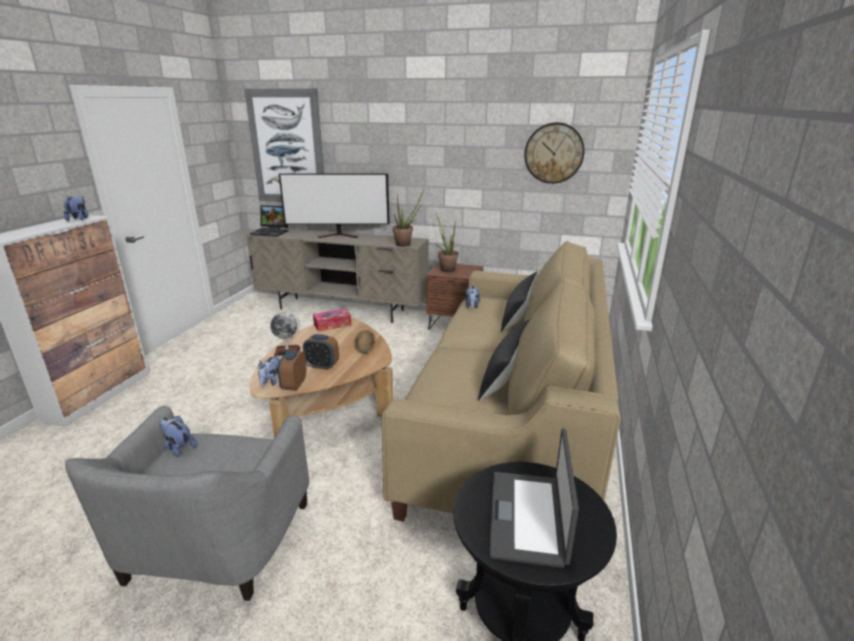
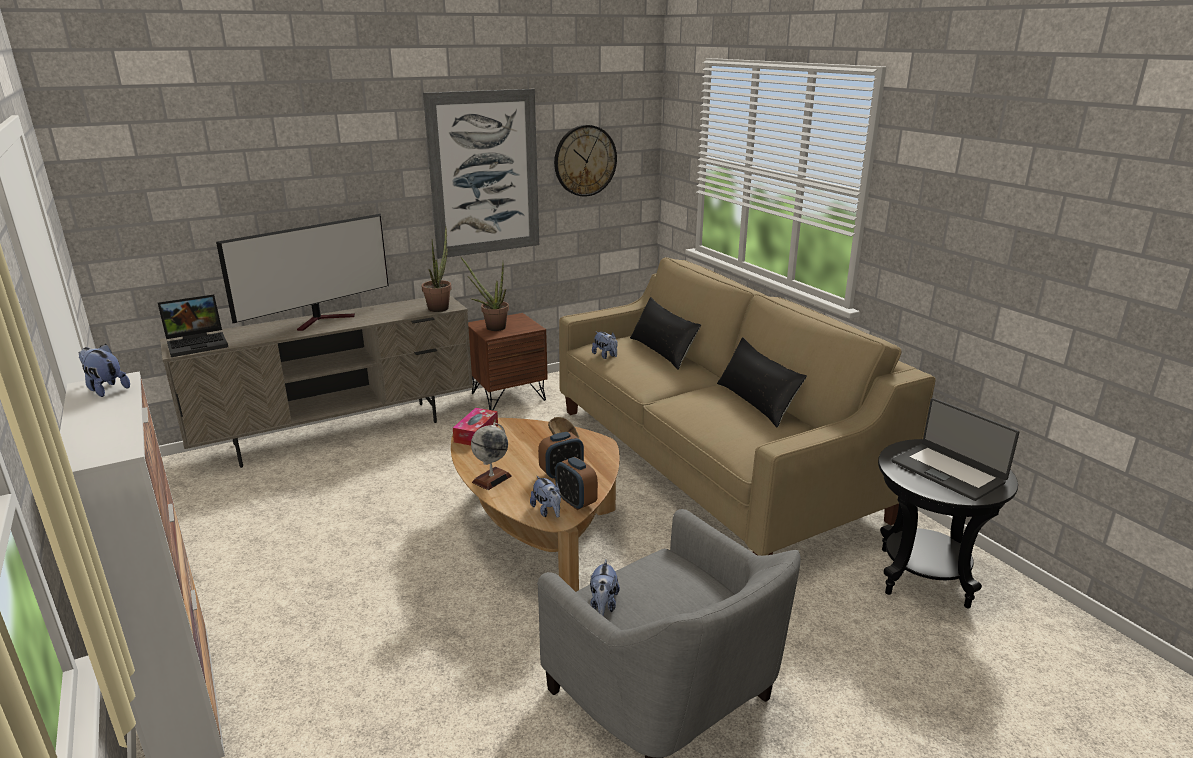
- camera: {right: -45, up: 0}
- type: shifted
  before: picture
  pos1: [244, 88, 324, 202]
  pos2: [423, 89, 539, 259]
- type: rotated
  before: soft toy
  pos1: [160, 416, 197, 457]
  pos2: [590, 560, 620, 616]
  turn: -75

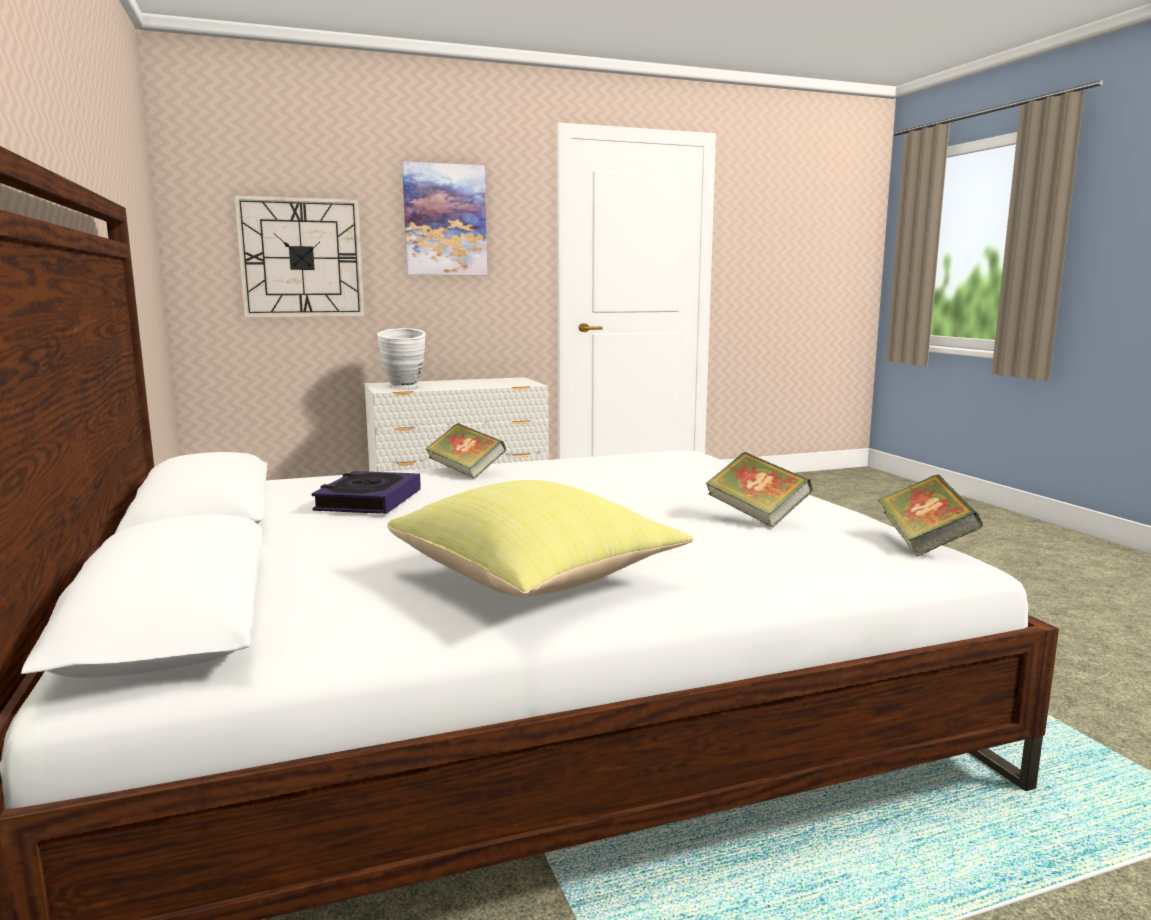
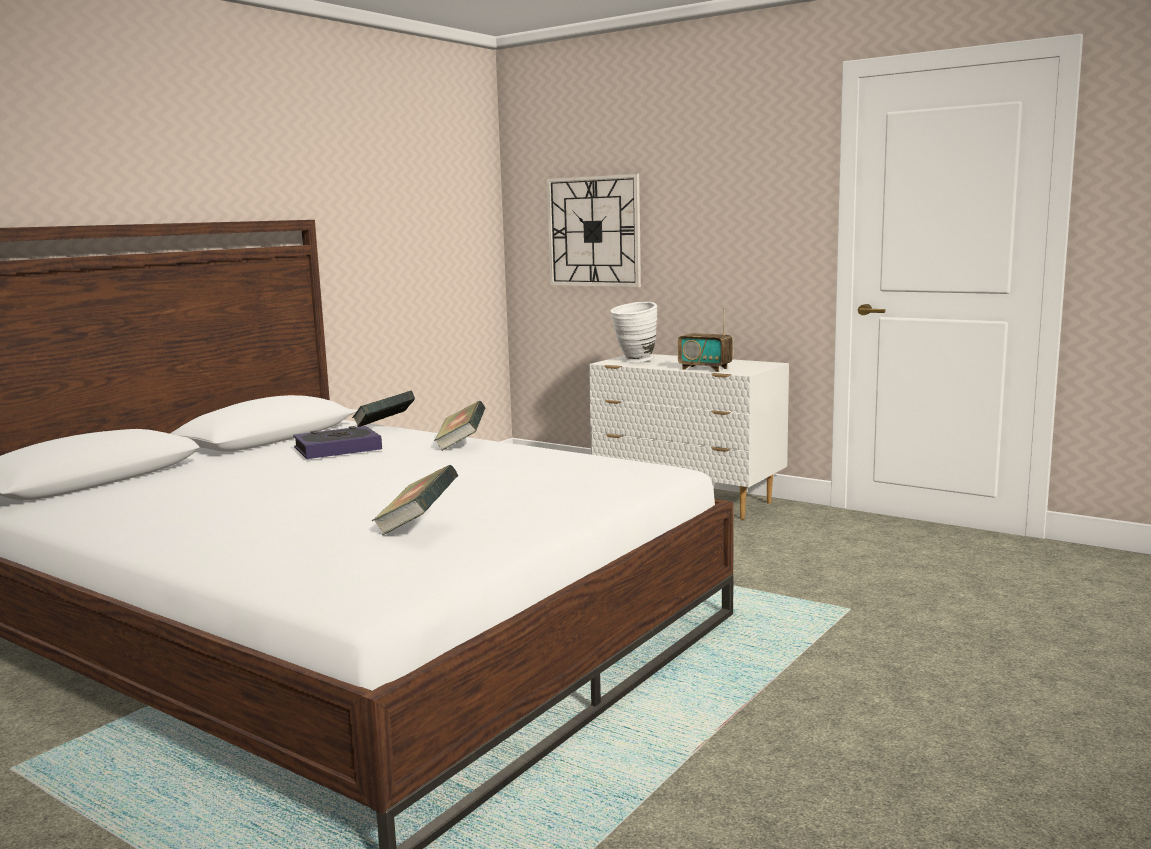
- camera: {right: 55, up: 0}
- type: shifted
  before: bound book
  pos1: [878, 475, 983, 556]
  pos2: [352, 390, 415, 427]
- type: new
  after: radio receiver
  pos2: [678, 307, 733, 372]
- type: gone
  before: yellowish throw pillow
  pos1: [387, 480, 694, 596]
- type: gone
  before: picture
  pos1: [402, 161, 487, 275]

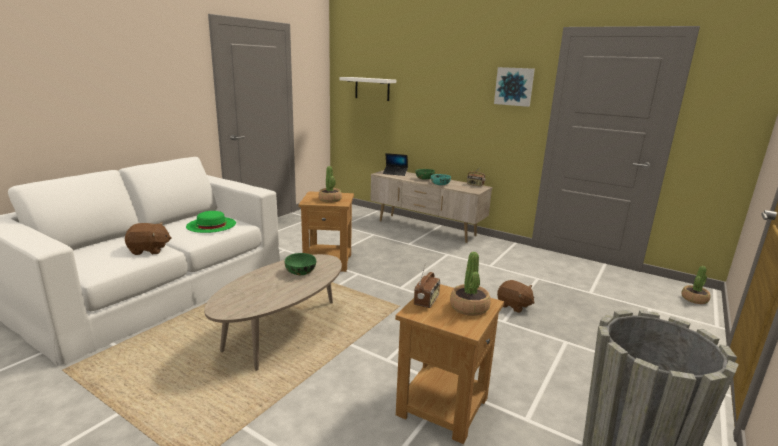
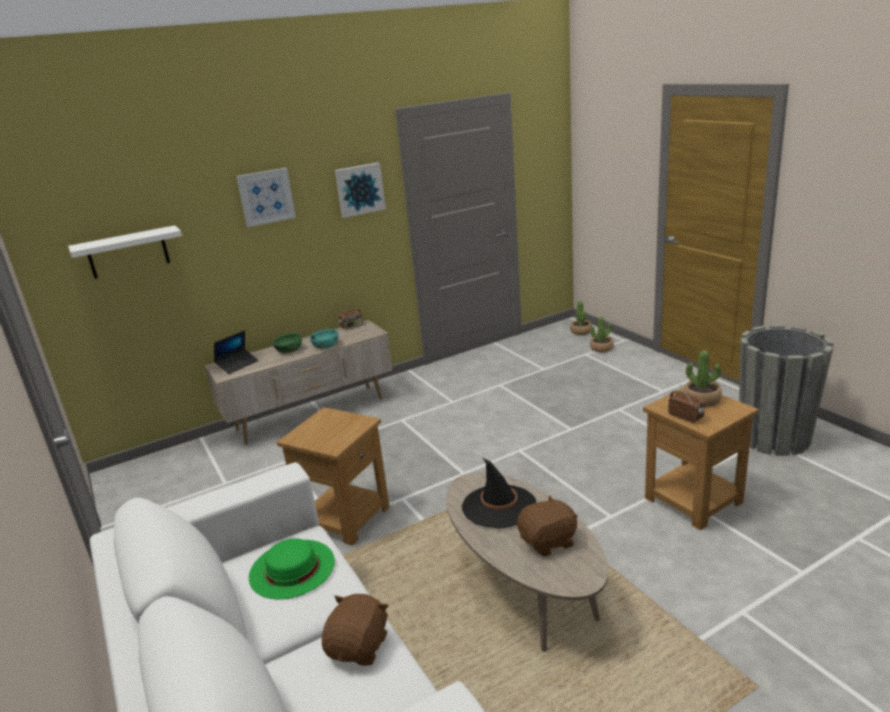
- camera: {right: -60, up: 5}
- type: new
  after: picture
  pos2: [236, 168, 296, 227]
- type: swapped
  before: greenish deep dish
  after: black-coloured hat
  pos1: [285, 253, 316, 275]
  pos2: [462, 457, 537, 528]
- type: shifted
  before: brownish soft toy
  pos1: [497, 280, 535, 313]
  pos2: [517, 495, 577, 556]
- type: shifted
  before: plant in a pot
  pos1: [319, 166, 342, 203]
  pos2: [590, 316, 614, 352]

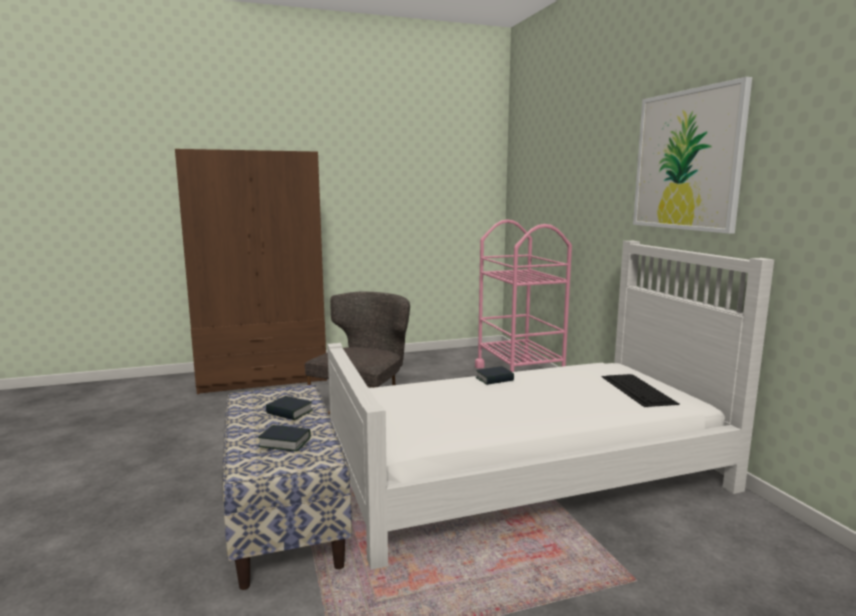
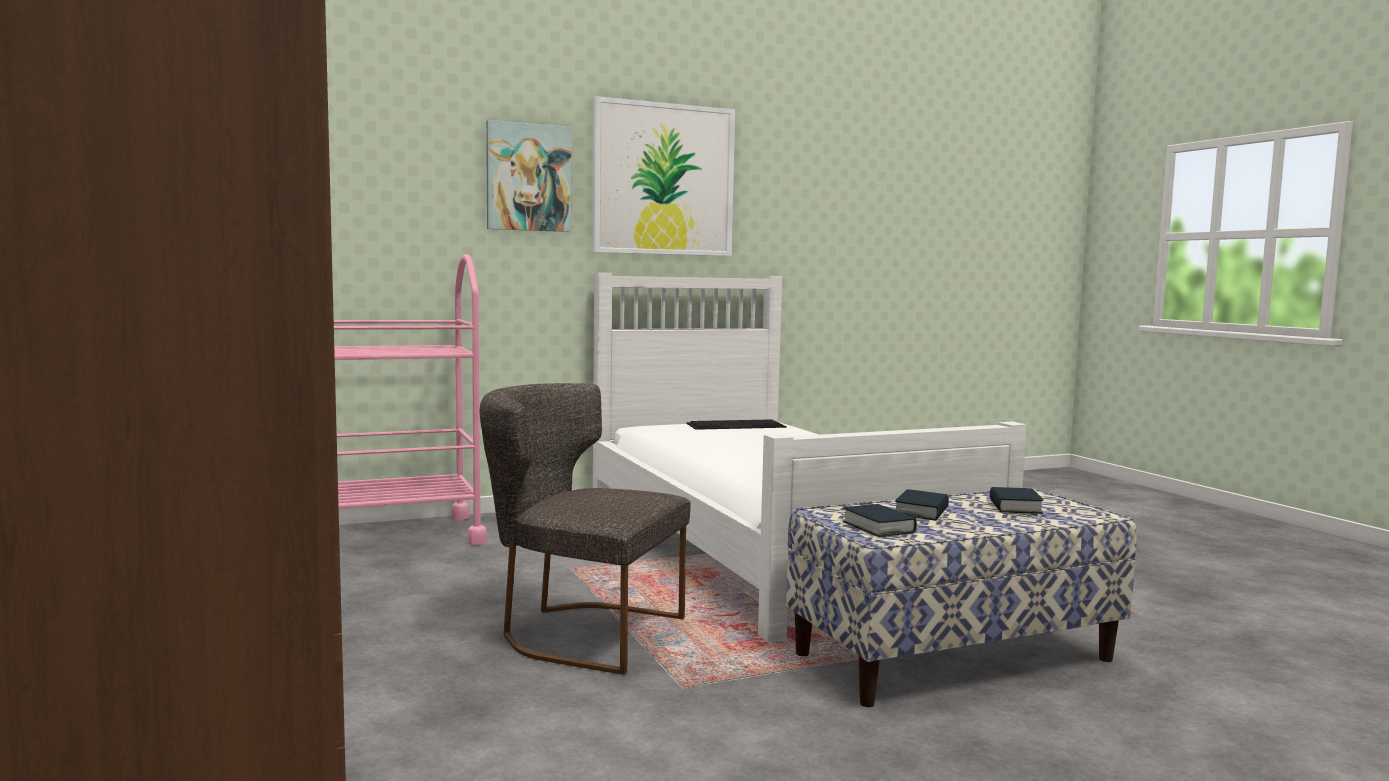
- camera: {right: -95, up: -5}
- type: new
  after: picture
  pos2: [486, 120, 571, 232]
- type: shifted
  before: bound book
  pos1: [476, 366, 514, 385]
  pos2: [843, 504, 917, 537]

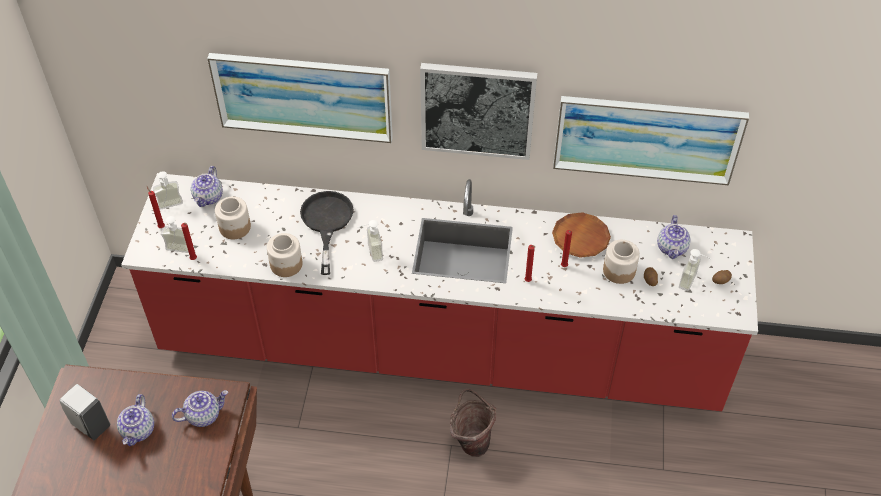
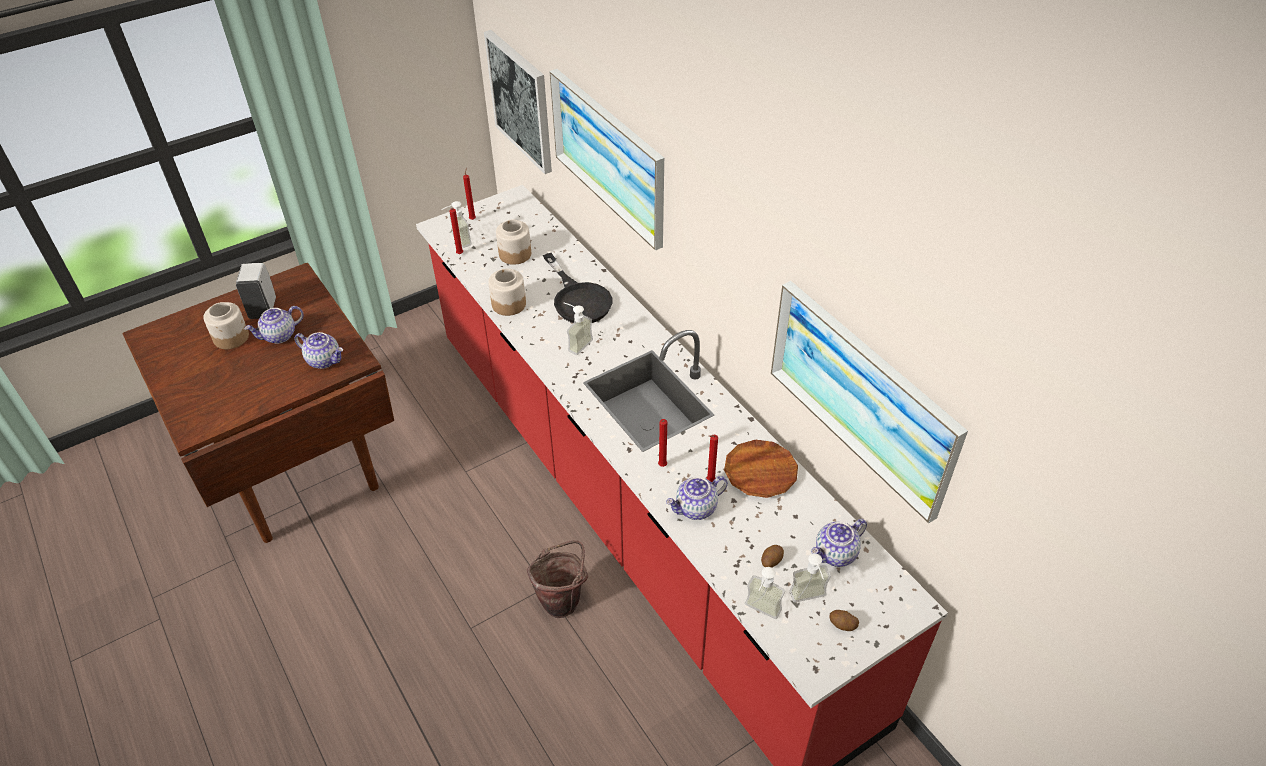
- camera: {right: 50, up: -5}
- type: shifted
  before: jar
  pos1: [603, 240, 640, 284]
  pos2: [203, 302, 249, 349]
- type: shifted
  before: picture
  pos1: [420, 63, 537, 160]
  pos2: [484, 30, 552, 174]
- type: rotated
  before: black-coloured pan
  pos1: [300, 191, 354, 275]
  pos2: [543, 253, 612, 323]
  turn: 105
- type: shifted
  before: teapot
  pos1: [191, 166, 223, 207]
  pos2: [666, 476, 728, 520]
- type: shifted
  before: soap dispenser
  pos1: [153, 171, 183, 210]
  pos2: [745, 567, 785, 619]

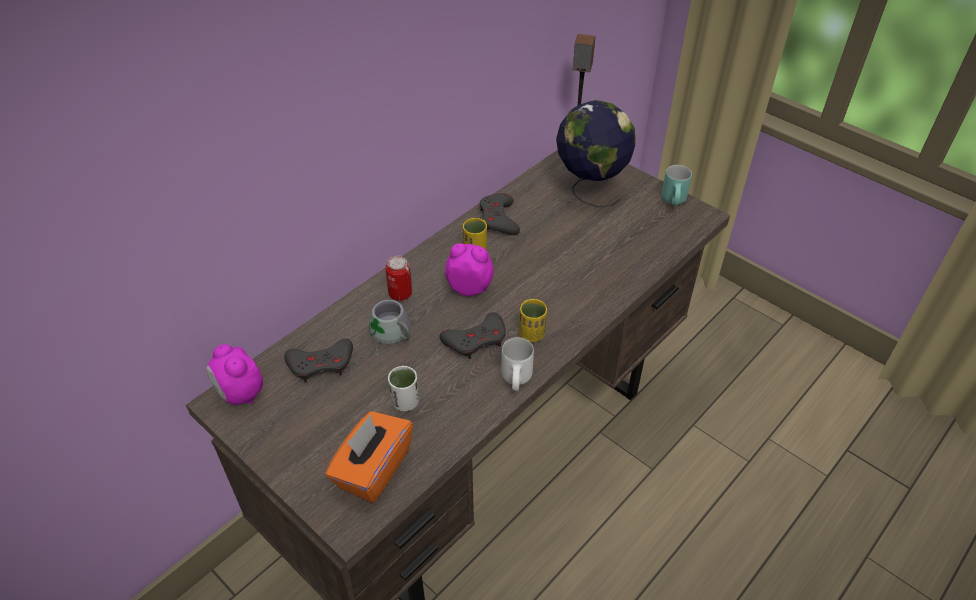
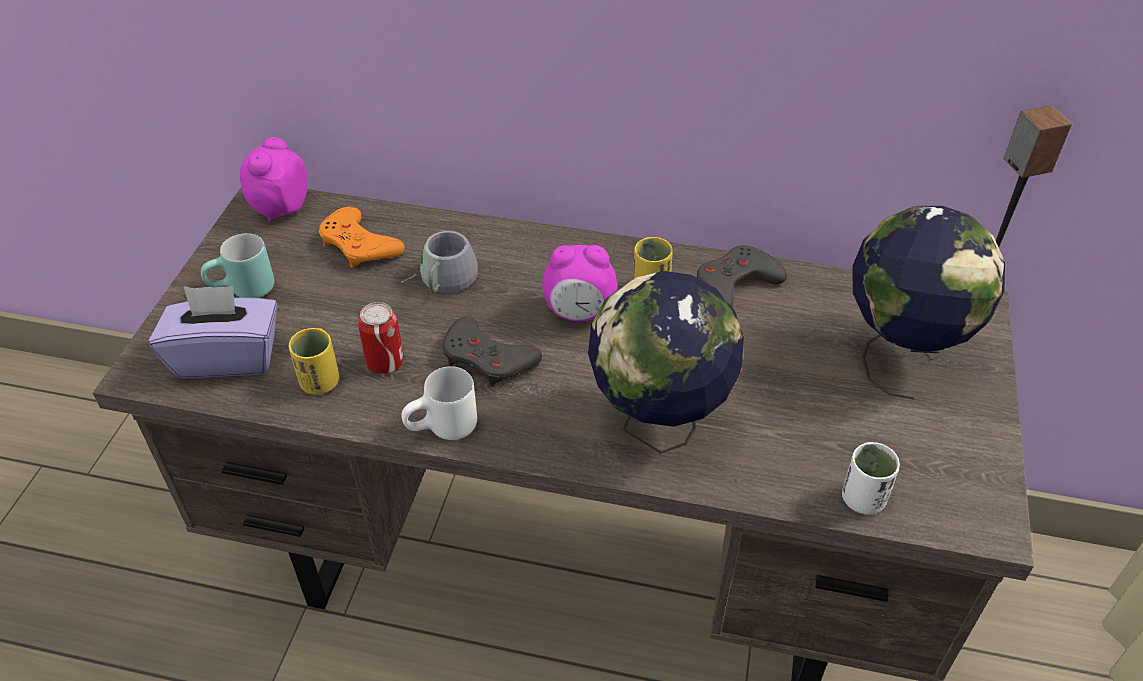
- camera: {right: 60, up: 0}
- type: repainted
  before: orange-coloured tissue box
  after: purple tissue box
  pos1: [325, 411, 413, 503]
  pos2: [149, 286, 278, 378]
- type: shifted
  before: turquoise coffee mug
  pos1: [662, 165, 692, 206]
  pos2: [201, 233, 274, 298]
- type: shifted
  before: yellowish cup
  pos1: [519, 299, 547, 342]
  pos2: [289, 328, 339, 394]
- type: repainted
  before: grey gamepad
  after: orange-coloured gamepad
  pos1: [284, 339, 353, 382]
  pos2: [319, 207, 405, 268]
- type: shifted
  before: metal can
  pos1: [385, 256, 412, 301]
  pos2: [358, 302, 404, 374]
- type: rotated
  before: bedside clock
  pos1: [445, 243, 494, 296]
  pos2: [542, 245, 617, 322]
  turn: 105
- type: new
  after: globe
  pos2: [588, 271, 744, 454]
- type: shifted
  before: whitish cup
  pos1: [388, 366, 419, 411]
  pos2: [842, 442, 900, 515]

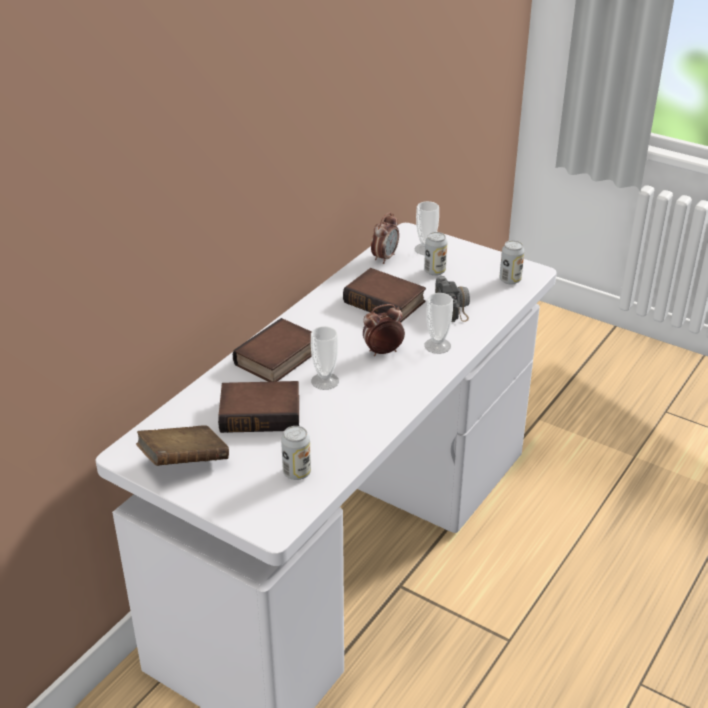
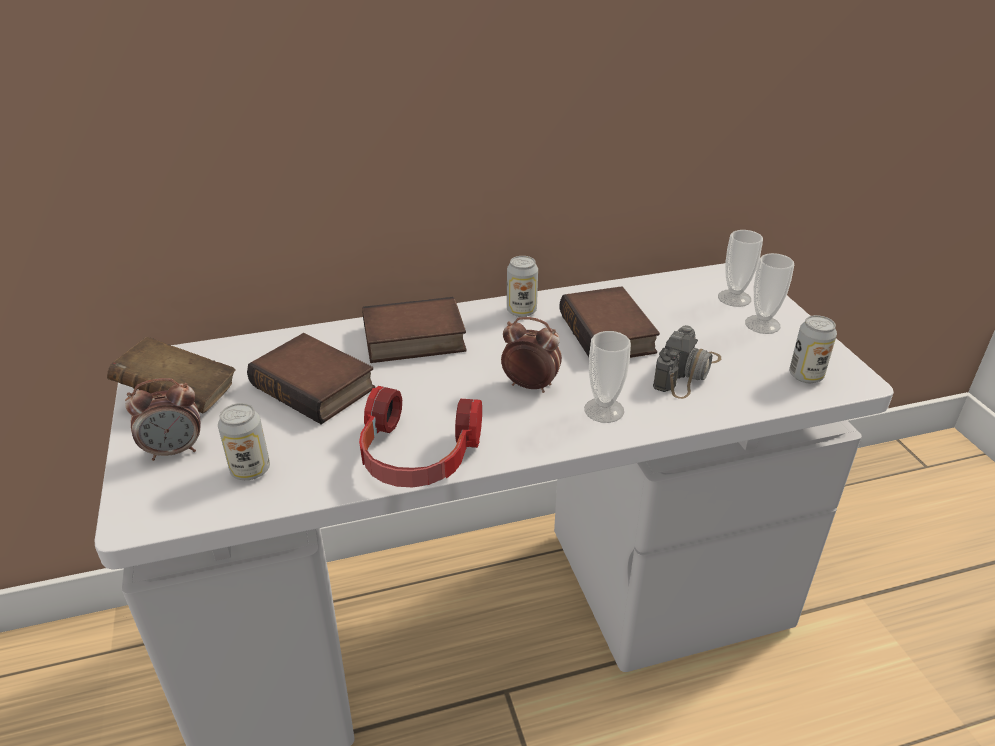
- camera: {right: 40, up: 0}
- type: shifted
  before: bedside clock
  pos1: [371, 212, 399, 264]
  pos2: [125, 378, 201, 461]
- type: new
  after: headphones
  pos2: [359, 386, 482, 487]
- type: shifted
  before: metal can
  pos1: [424, 232, 448, 276]
  pos2: [507, 256, 538, 317]
- type: shifted
  before: cup
  pos1: [311, 326, 339, 390]
  pos2: [745, 253, 794, 334]

